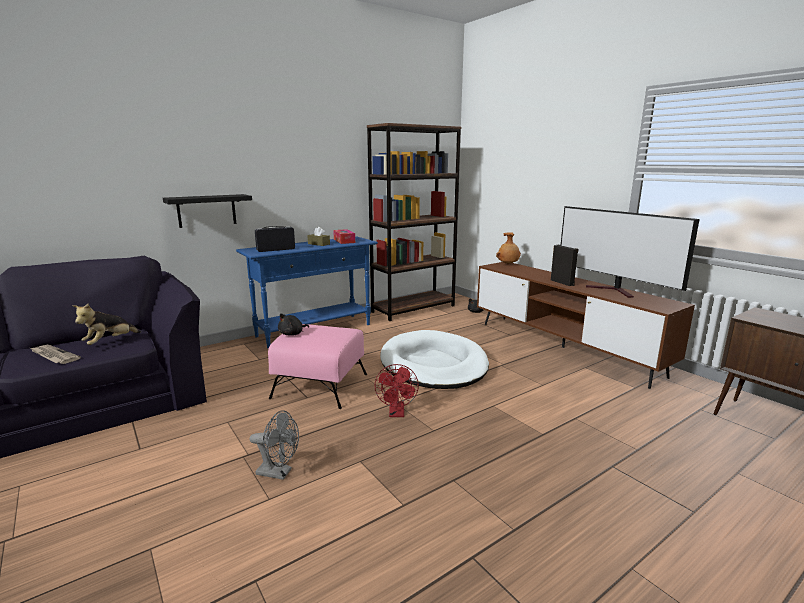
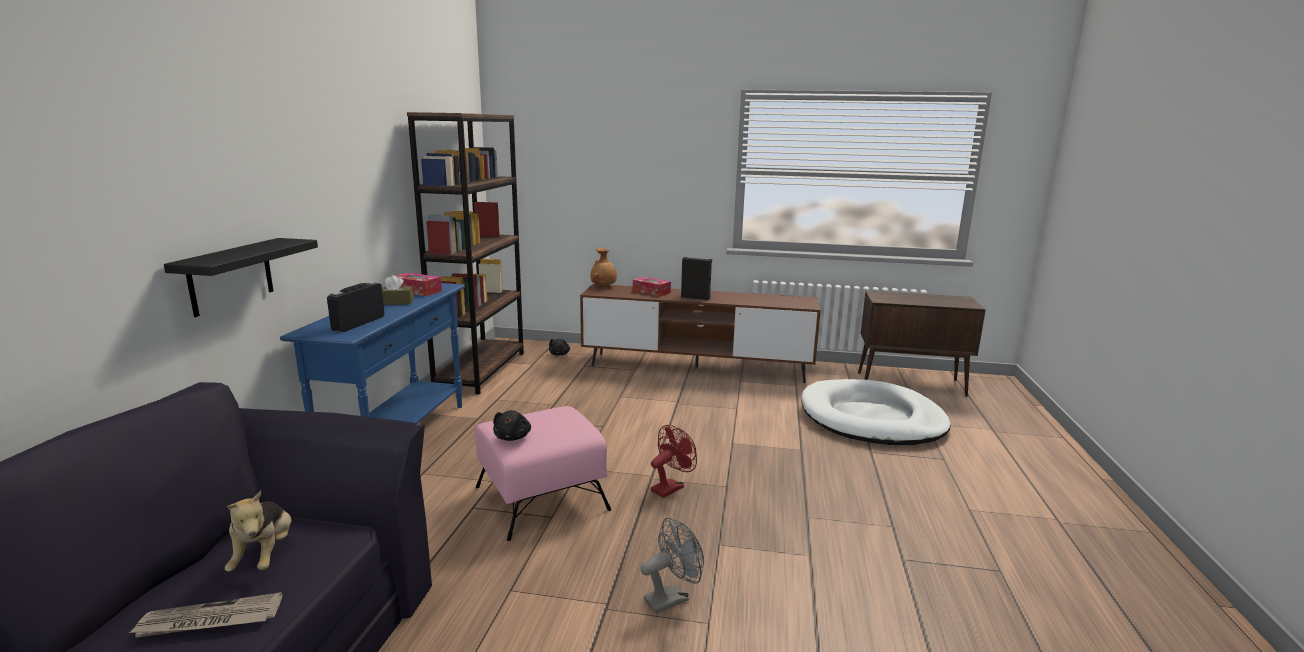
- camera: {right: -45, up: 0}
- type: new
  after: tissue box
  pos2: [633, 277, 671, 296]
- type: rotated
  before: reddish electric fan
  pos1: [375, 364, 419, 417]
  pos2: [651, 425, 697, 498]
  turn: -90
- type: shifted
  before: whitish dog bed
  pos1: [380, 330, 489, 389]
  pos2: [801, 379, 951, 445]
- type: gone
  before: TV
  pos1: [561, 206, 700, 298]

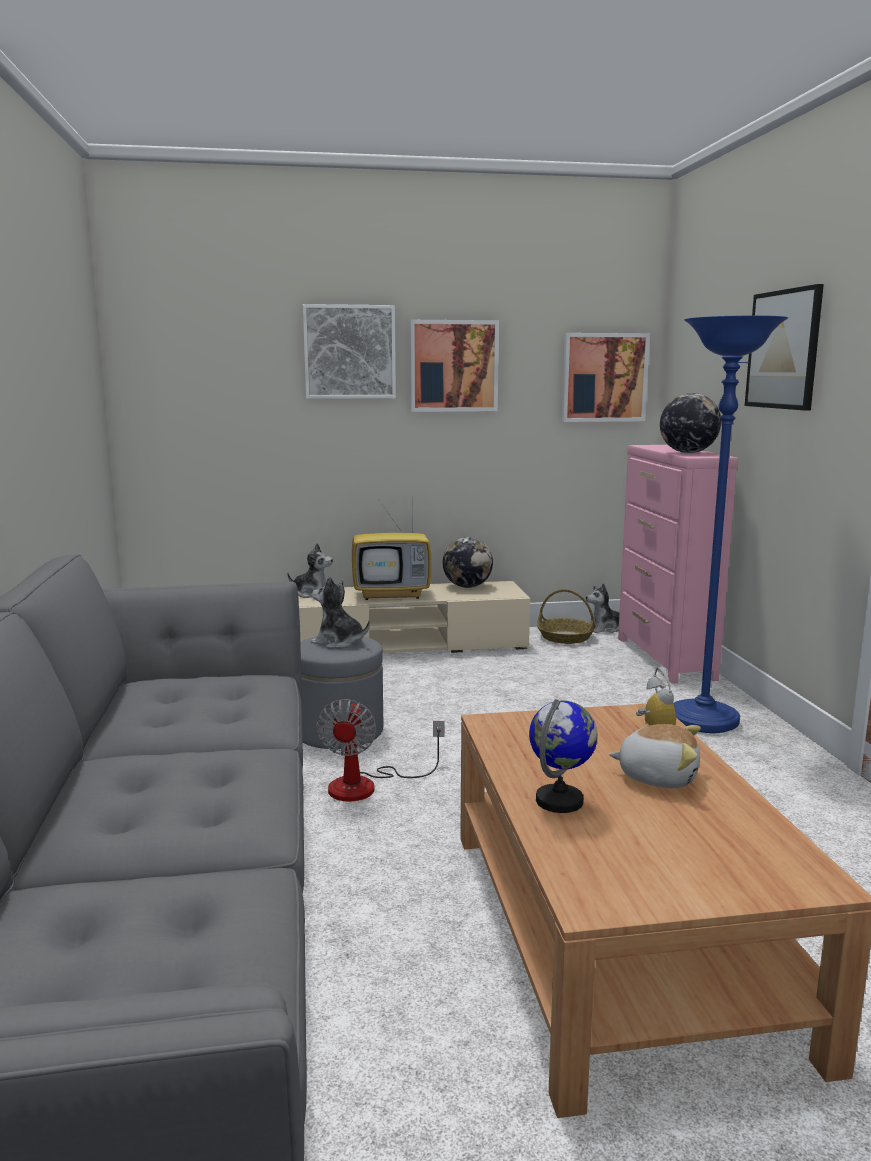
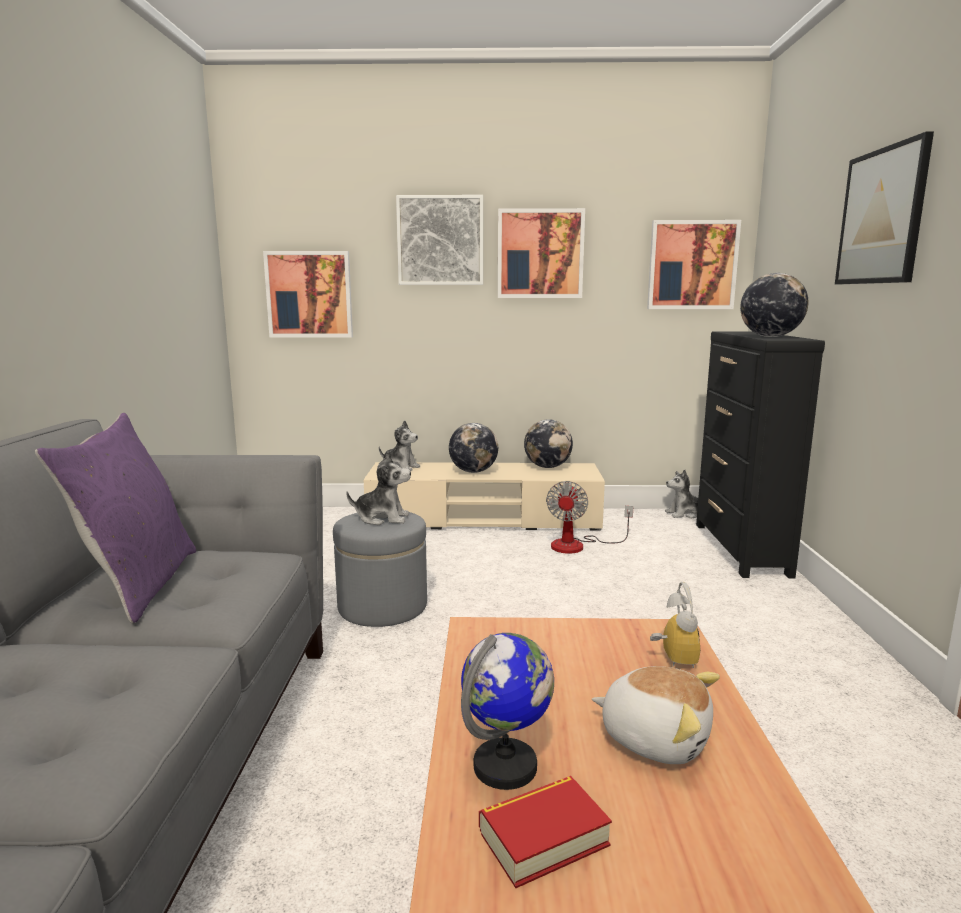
- camera: {right: 10, up: 0}
- type: new
  after: purple throw pillow
  pos2: [35, 413, 196, 623]
- type: new
  after: picture
  pos2: [263, 251, 353, 338]
- type: rotated
  before: soft toy
  pos1: [311, 576, 370, 649]
  pos2: [346, 451, 411, 526]
  turn: 150
- type: swapped
  before: TV
  after: globe
  pos1: [352, 502, 432, 600]
  pos2: [449, 423, 498, 473]
- type: new
  after: bound book
  pos2: [479, 776, 612, 888]
- type: shifted
  before: electric fan
  pos1: [316, 699, 445, 802]
  pos2: [546, 481, 633, 554]
- type: repainted
  before: pink-coloured drawer chest
  after: black-coloured drawer chest
  pos1: [618, 445, 738, 684]
  pos2: [696, 332, 825, 578]
- type: gone
  before: household basket
  pos1: [537, 589, 595, 644]
- type: gone
  before: blue standard lamp
  pos1: [673, 315, 788, 733]

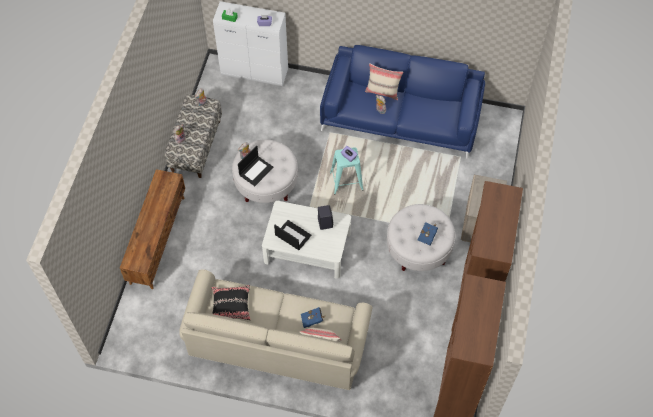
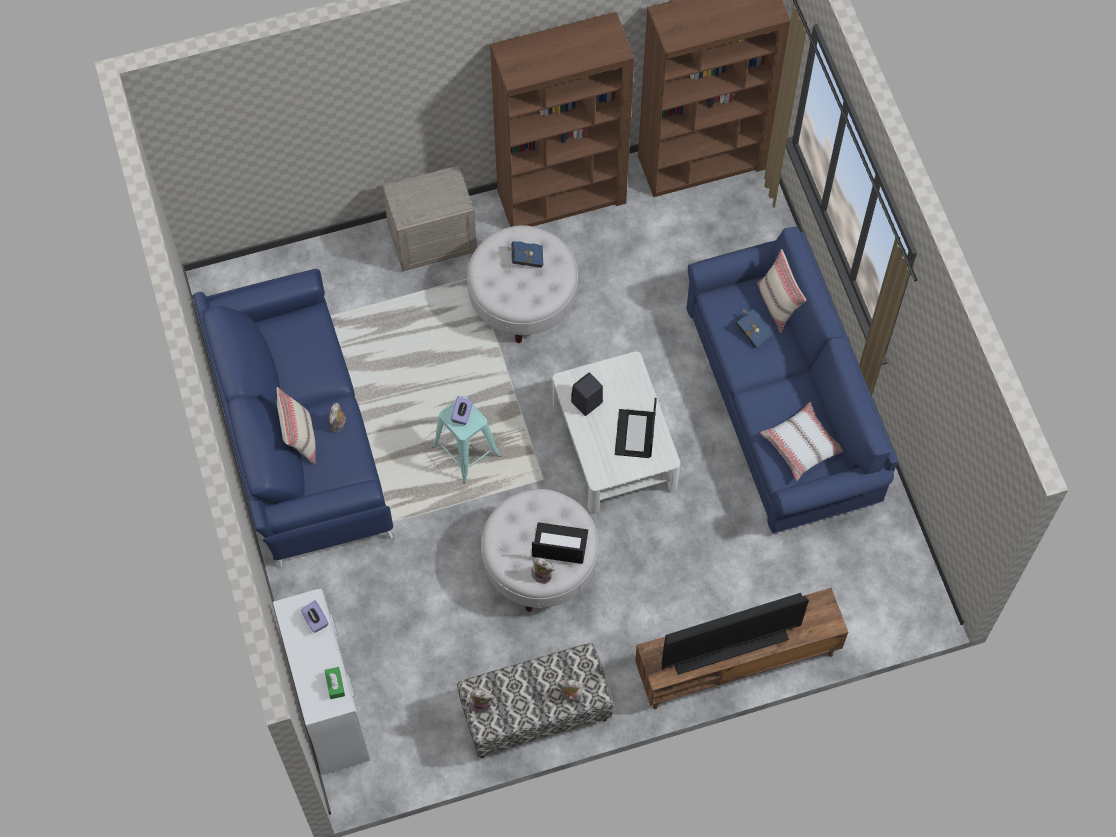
- camera: {right: -120, up: 5}
- type: new
  after: TV
  pos2: [661, 593, 809, 675]
- type: repainted
  before: sand-coloured settee
  after: blue settee
  pos1: [179, 269, 373, 390]
  pos2: [686, 226, 898, 533]
- type: repainted
  before: black-coloured throw pillow
  after: whitish throw pillow
  pos1: [211, 285, 251, 320]
  pos2: [760, 402, 843, 481]

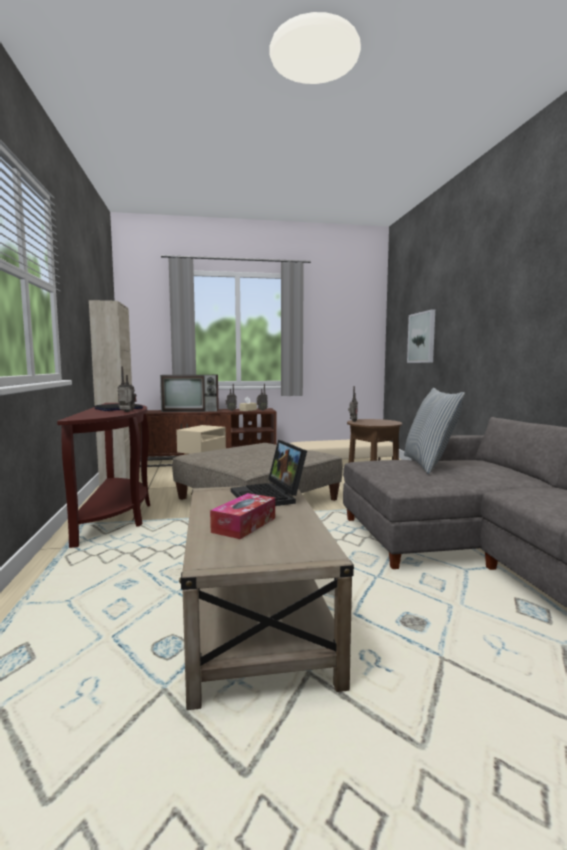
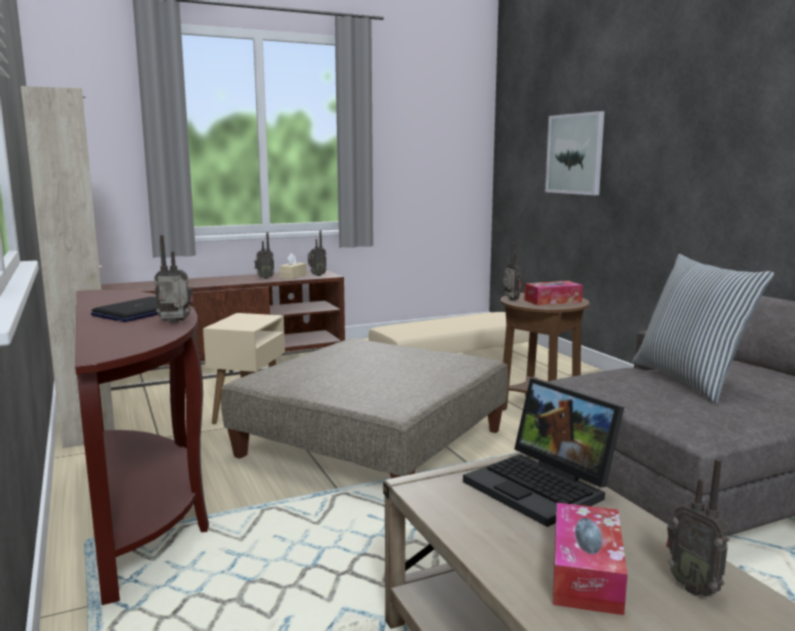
- camera: {right: -15, up: 5}
- type: new
  after: tissue box
  pos2: [524, 281, 583, 305]
- type: new
  after: radio receiver
  pos2: [666, 459, 730, 597]
- type: gone
  before: TV
  pos1: [160, 375, 219, 412]

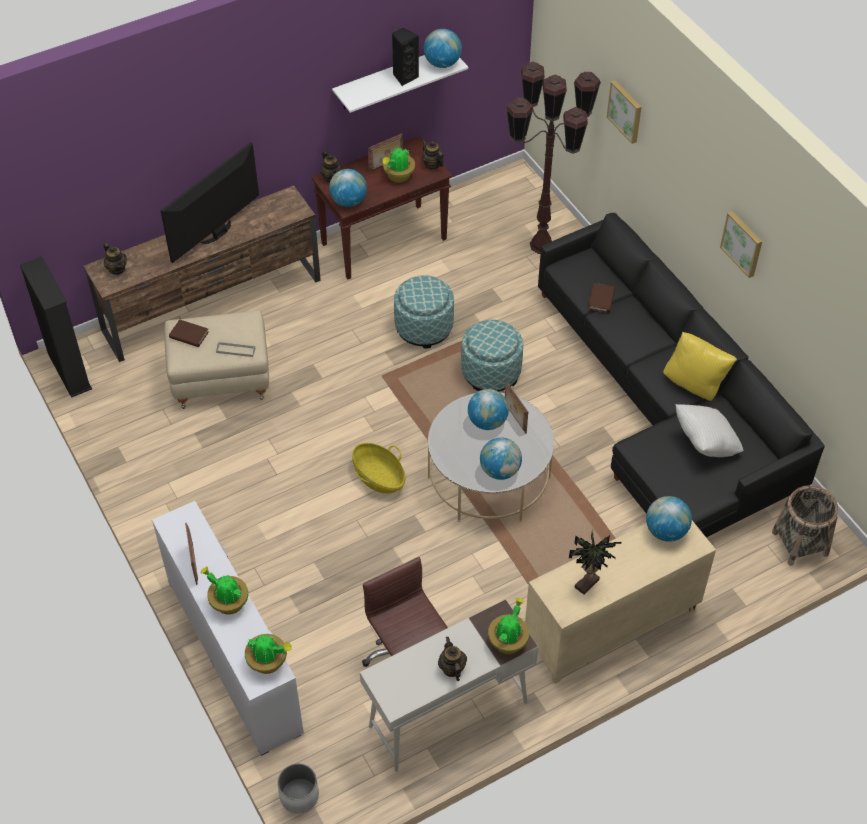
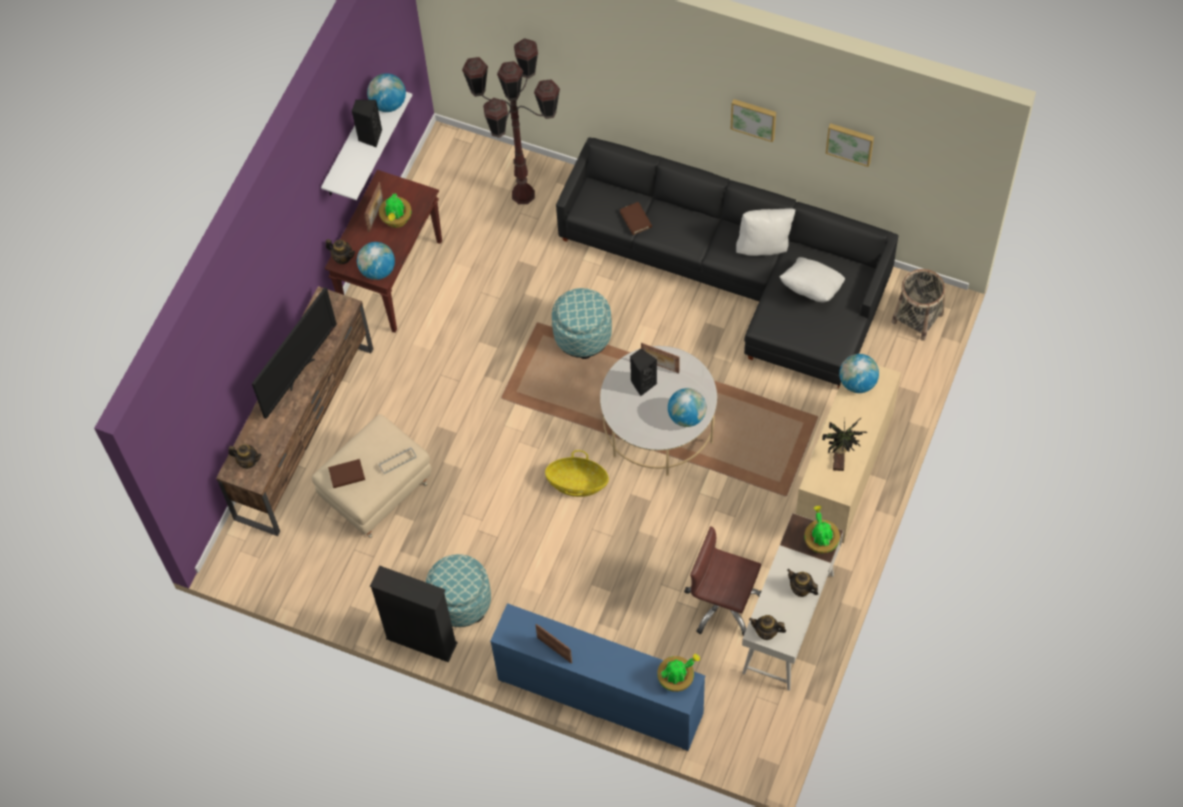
- camera: {right: -35, up: 10}
- type: rotated
  before: TV
  pos1: [160, 142, 259, 263]
  pos2: [252, 287, 337, 419]
  turn: -150
- type: shifted
  before: black-coloured bookshelf
  pos1: [20, 257, 92, 398]
  pos2: [370, 566, 458, 662]
- type: shifted
  before: footrest
  pos1: [394, 275, 454, 349]
  pos2: [426, 554, 491, 627]
- type: repainted
  before: whitish drawer chest
  after: blue drawer chest
  pos1: [152, 501, 304, 756]
  pos2: [490, 603, 705, 751]
- type: swapped
  before: globe
  after: black-coloured audio speaker
  pos1: [468, 389, 509, 430]
  pos2: [630, 349, 657, 396]
- type: repainted
  before: yellowish throw pillow
  after: whitish throw pillow
  pos1: [663, 332, 737, 401]
  pos2: [736, 208, 795, 256]
- type: shifted
  before: teapot
  pos1: [422, 140, 444, 170]
  pos2: [749, 615, 786, 640]
- type: shifted
  before: picture
  pos1: [607, 80, 642, 144]
  pos2: [826, 123, 874, 167]
- type: gone
  before: plant in a pot
  pos1: [200, 566, 248, 615]
- type: gone
  before: whitish flower pot
  pos1: [277, 763, 319, 813]

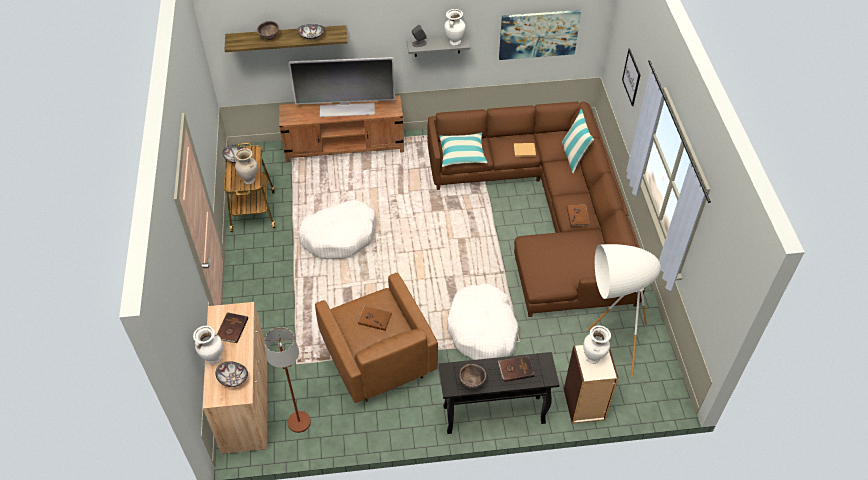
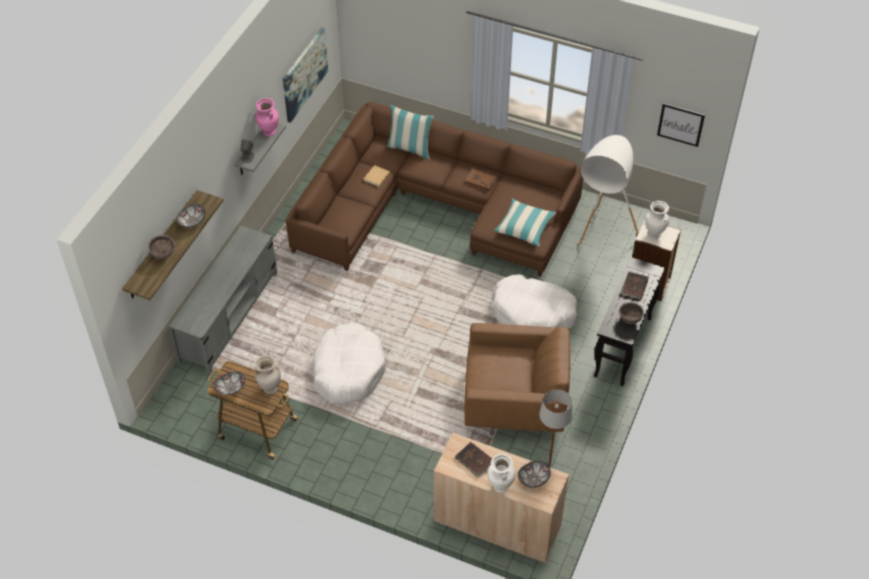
- camera: {right: -60, up: 0}
- type: repainted
  before: brownish tv unit
  after: grey tv unit
  pos1: [279, 95, 404, 162]
  pos2: [169, 225, 277, 375]
- type: repainted
  before: whitish vase
  after: pink-coloured vase
  pos1: [444, 9, 465, 46]
  pos2: [255, 98, 279, 136]
- type: shifted
  before: throw pillow
  pos1: [439, 132, 487, 167]
  pos2: [494, 198, 556, 247]
- type: shifted
  before: picture
  pos1: [622, 48, 641, 106]
  pos2: [657, 103, 705, 147]
- type: gone
  before: TV
  pos1: [288, 57, 395, 117]
- type: gone
  before: brownish bound book
  pos1: [358, 306, 392, 331]

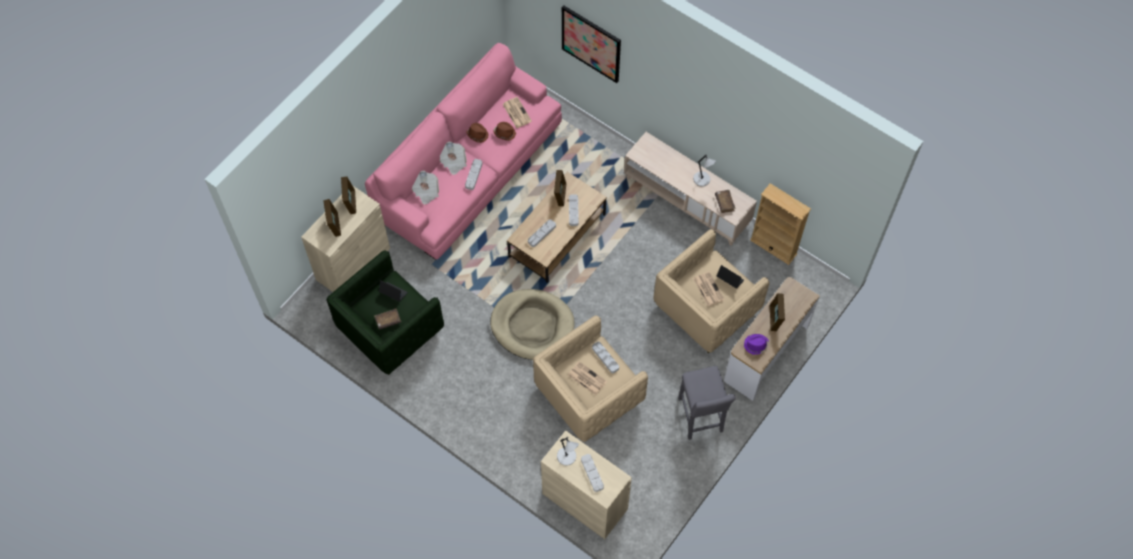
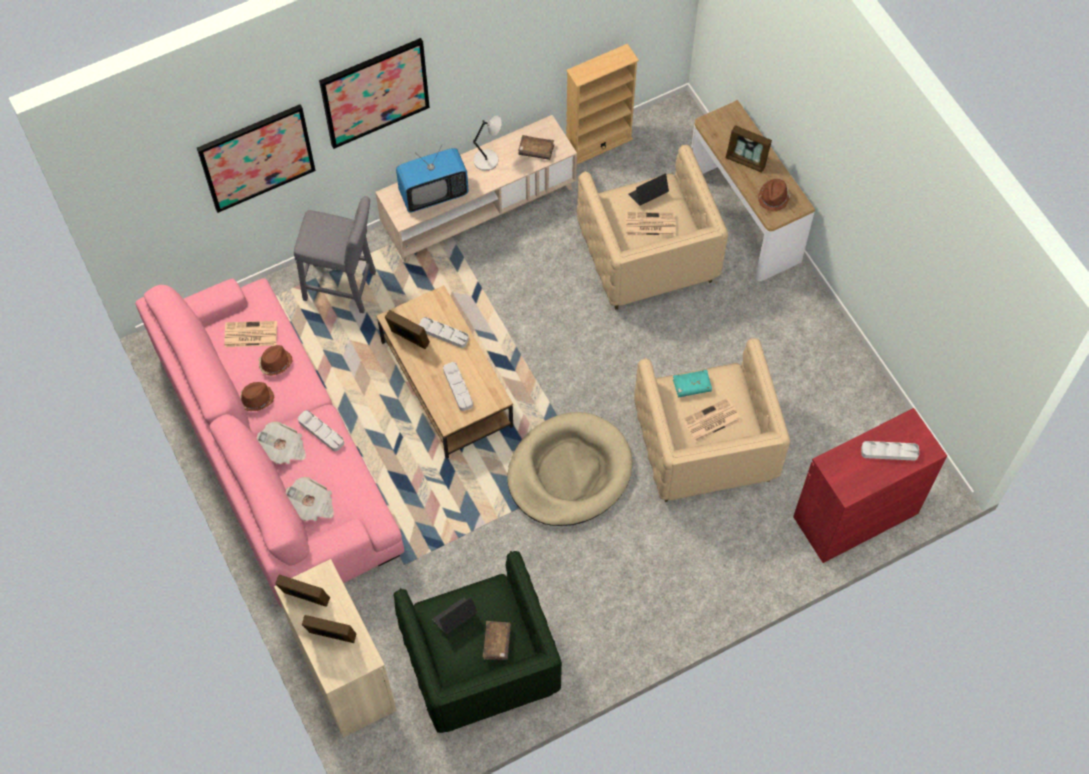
- camera: {right: -65, up: 0}
- type: shifted
  before: grey sitting stool
  pos1: [678, 366, 736, 440]
  pos2: [294, 196, 376, 313]
- type: new
  after: picture
  pos2: [319, 38, 430, 149]
- type: new
  after: TV
  pos2: [396, 144, 469, 212]
- type: swapped
  before: grey serving tray
  after: turquoise bound book
  pos1: [592, 342, 619, 373]
  pos2: [673, 369, 712, 397]
- type: repainted
  before: purple hat
  after: brownish hat
  pos1: [744, 334, 769, 355]
  pos2: [758, 179, 791, 212]
- type: repainted
  before: sand-coloured cupboard
  after: reddish cupboard
  pos1: [541, 430, 632, 539]
  pos2: [793, 408, 947, 563]
- type: gone
  before: grey table lamp
  pos1: [557, 437, 579, 466]

